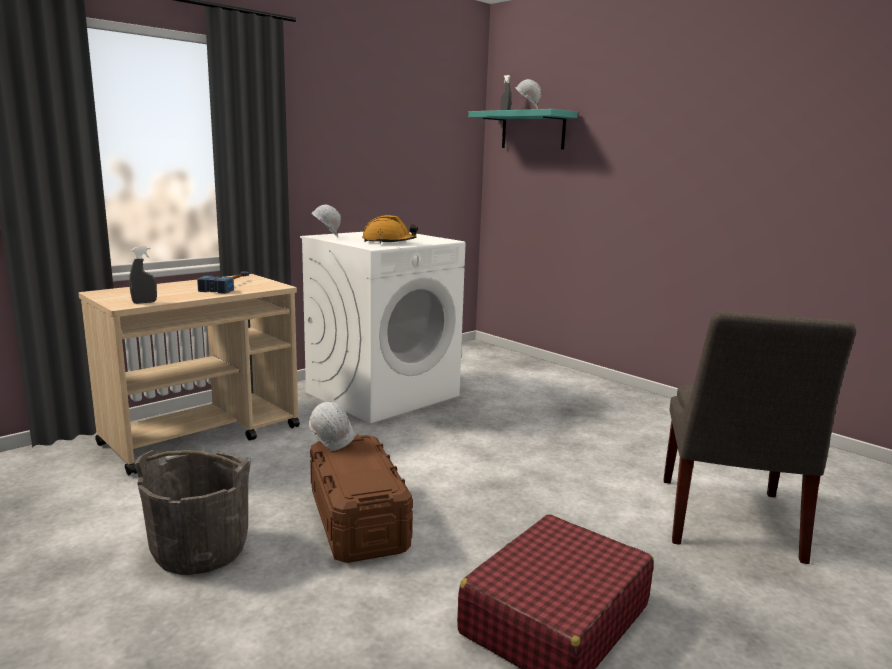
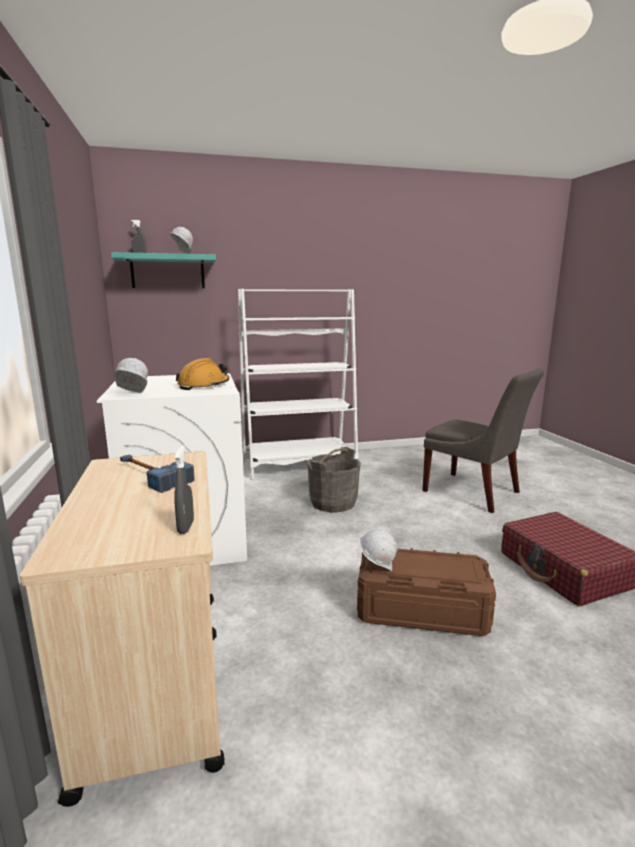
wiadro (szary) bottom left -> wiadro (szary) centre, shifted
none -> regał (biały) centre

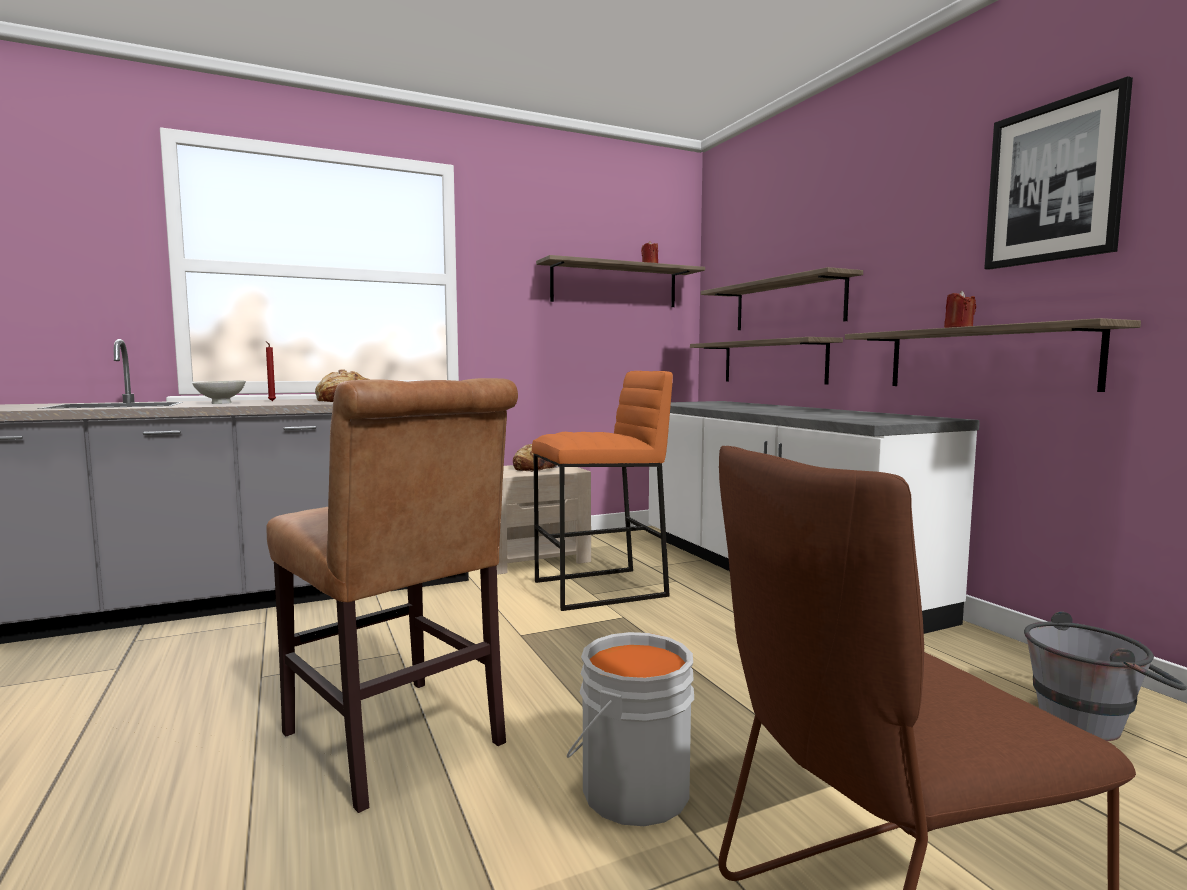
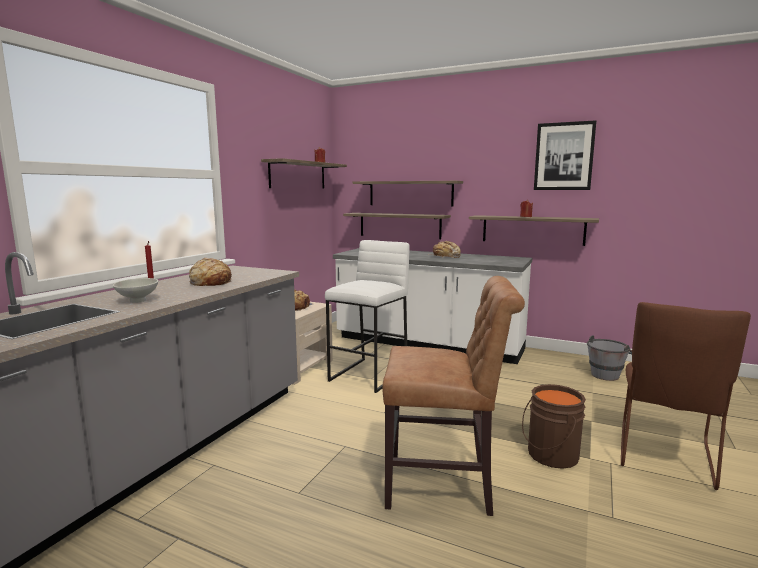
stołek (pomarańczowy) centre -> stołek (biały) centre
wiadro (szary) (no. 1 from left) bottom centre -> wiadro (brązowy) bottom right
none -> chleb (no. 3 from left) centre

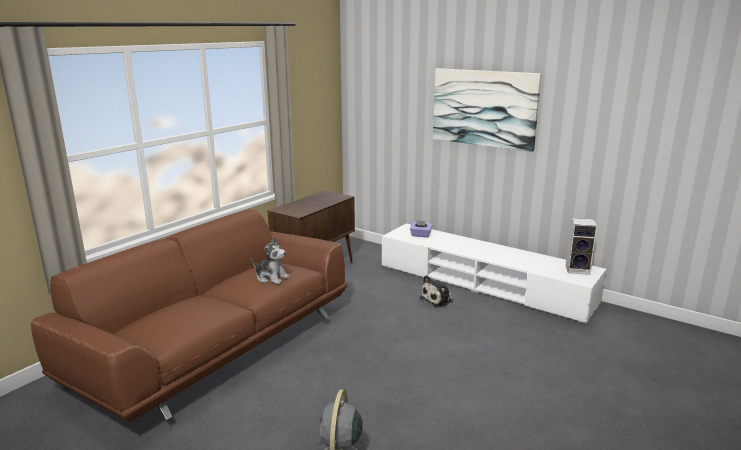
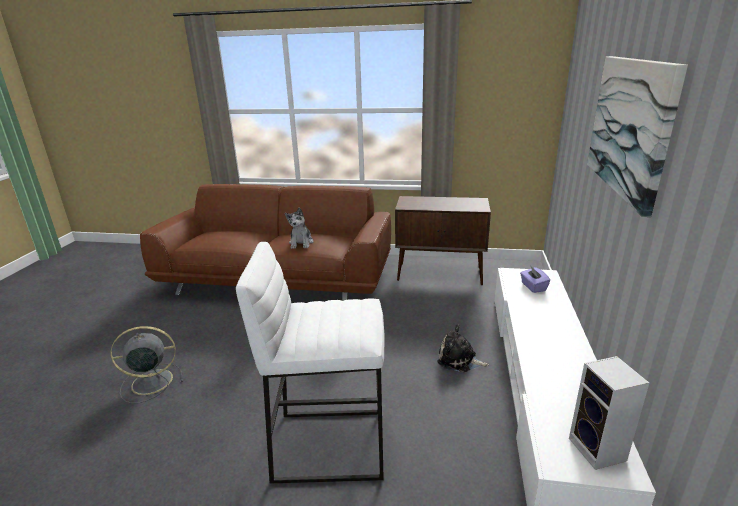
none -> stołek (biały) bottom centre

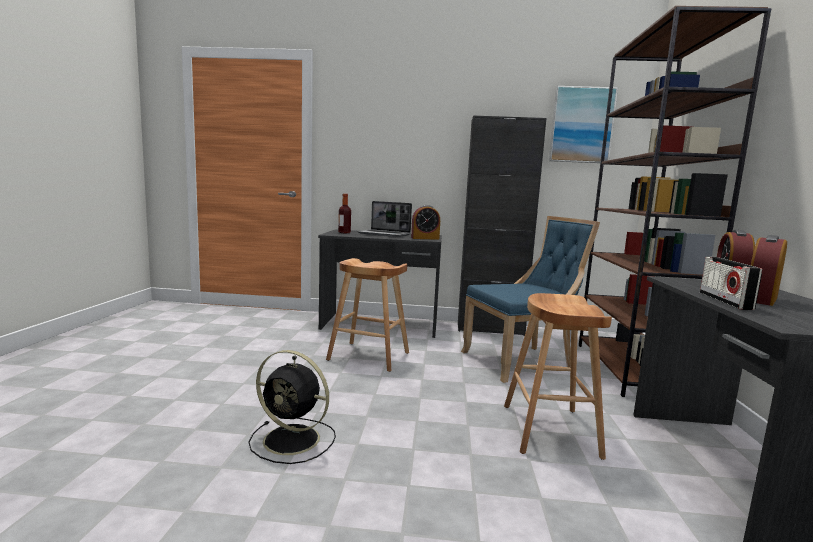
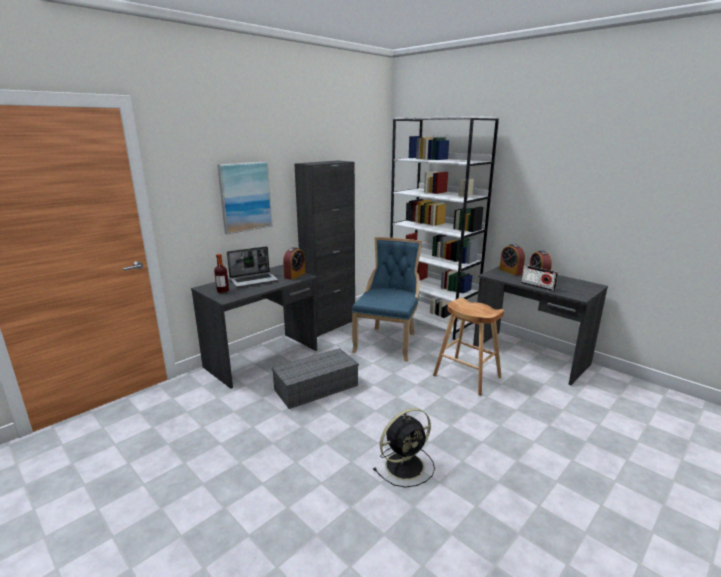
regał (brązowy) middle right -> regał (biały) centre
obraz top right -> obraz centre, shifted
stołek (brązowy) (no. 1 from left) centre -> pojemnik do przechowywania (szary) centre

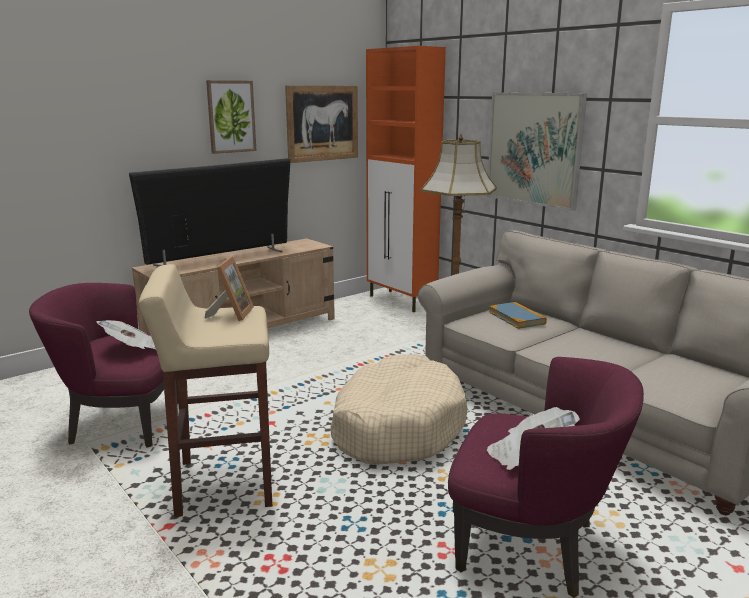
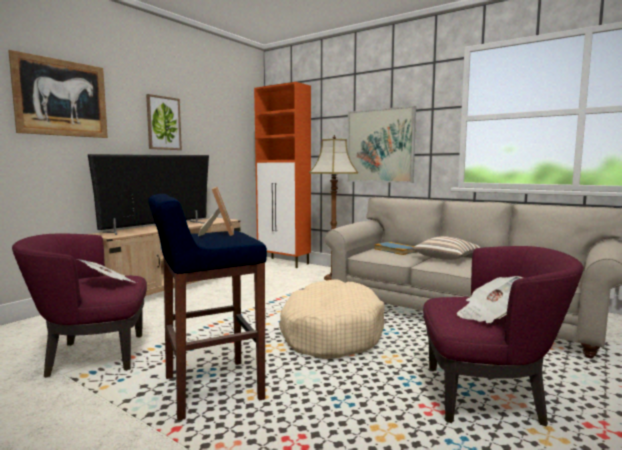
obraz (no. 2 from left in the first image) top centre -> obraz (no. 1 from left) top left, shifted
stołek (beżowy) middle left -> stołek (niebieski) bottom centre
none -> poduszka middle right

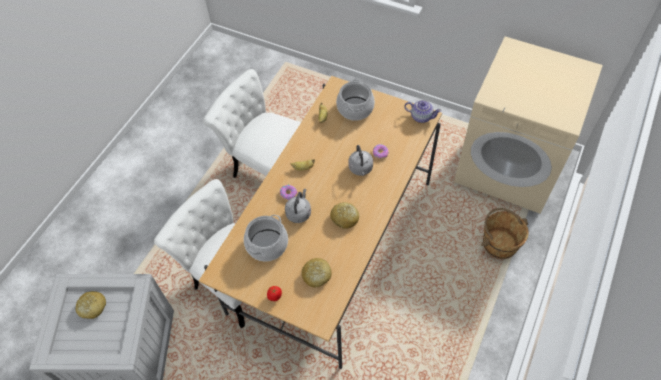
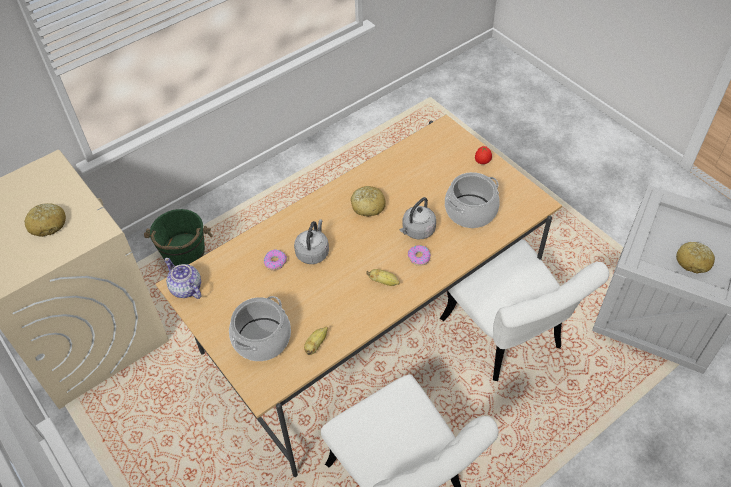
wiadro (brązowy) middle right -> wiadro (zielony) middle left
chleb (no. 2 from left in the first image) bottom centre -> chleb (no. 1 from left) middle left, shifted

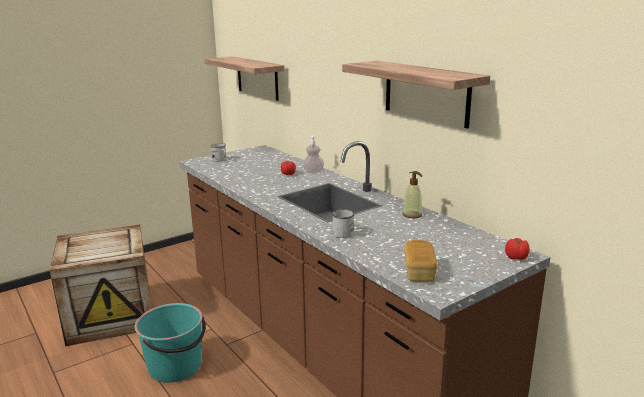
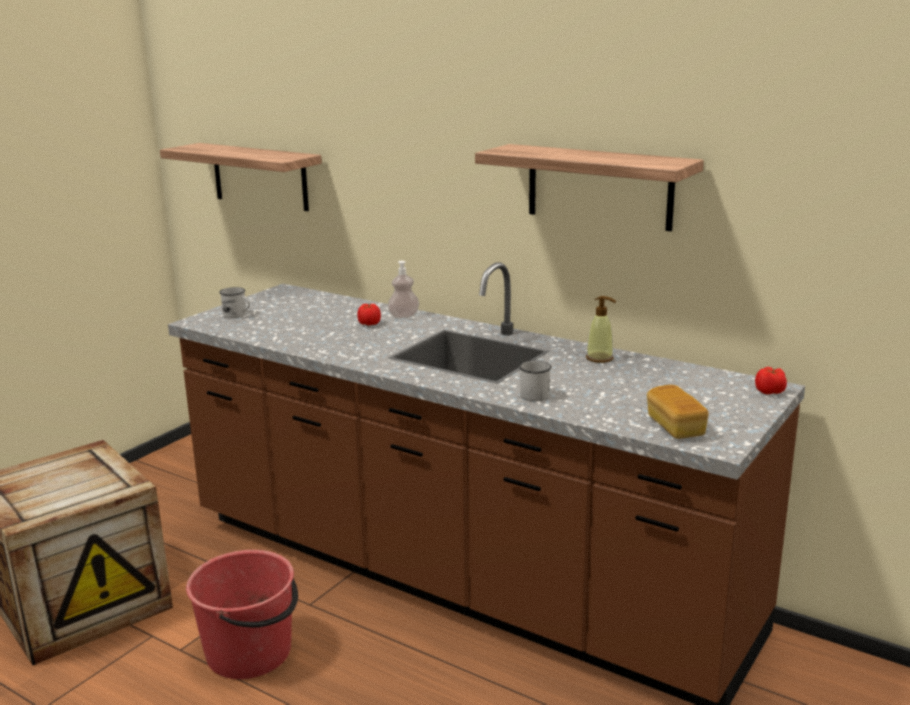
wiadro (turkusowy) bottom left -> wiadro (czerwony) bottom left

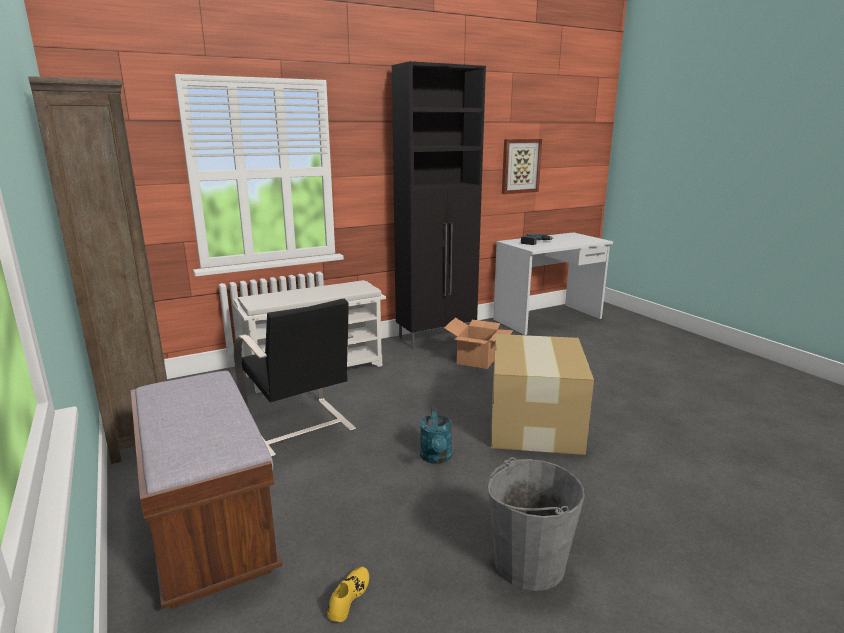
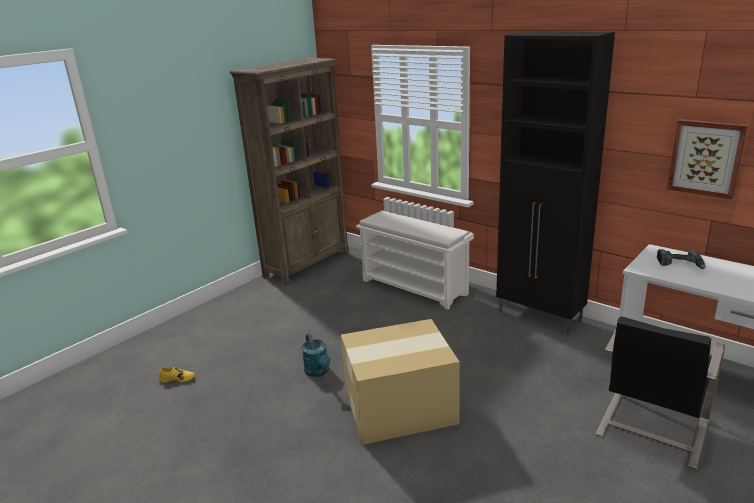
krzesło (czarny) centre -> krzesło (czarny) bottom right, shifted
karton (no. 1 from left) centre -> none
ławka (brązowy) bottom left -> none
konewka (turkusowy) bottom centre, 90 degrees counterclockwise
wiadro (szary) bottom centre -> none

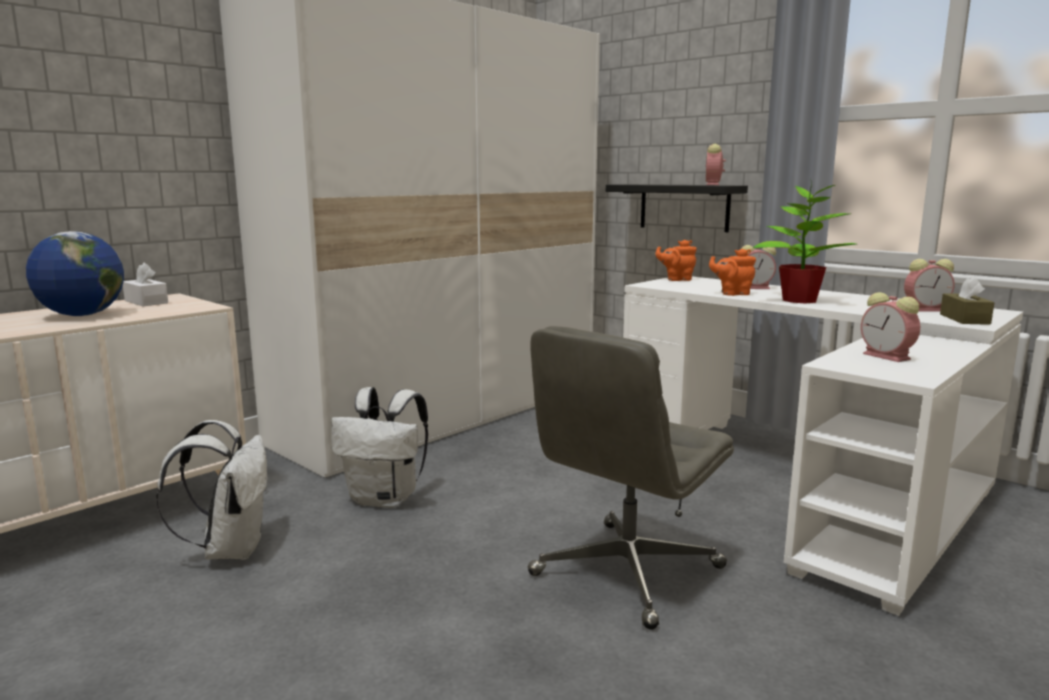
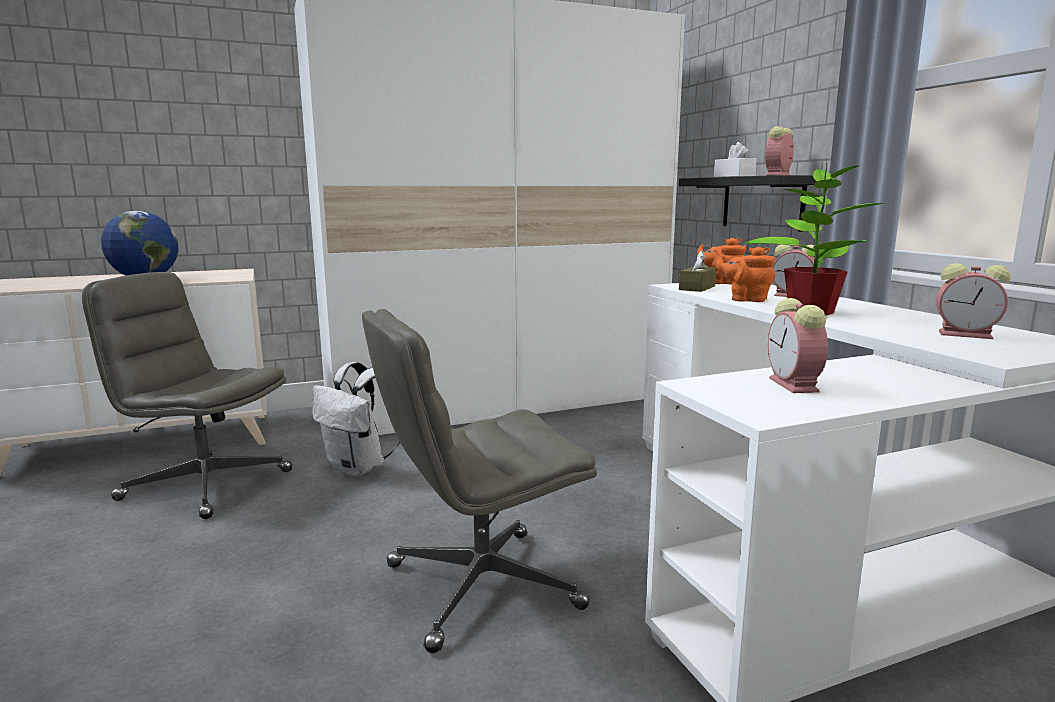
pudełko chusteczek (biały) middle left -> pudełko chusteczek (biały) top right, shifted
pudełko chusteczek (brązowy) middle right -> pudełko chusteczek (brązowy) centre, shifted
plecak (biały) (no. 1 from left) bottom left -> krzesło biurowe (szary) (no. 1 from left) middle left

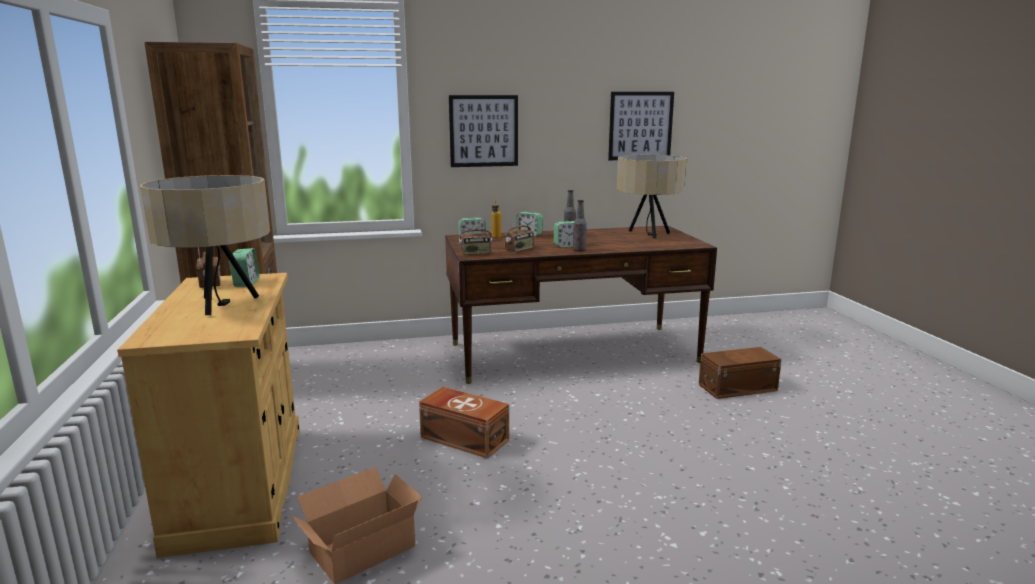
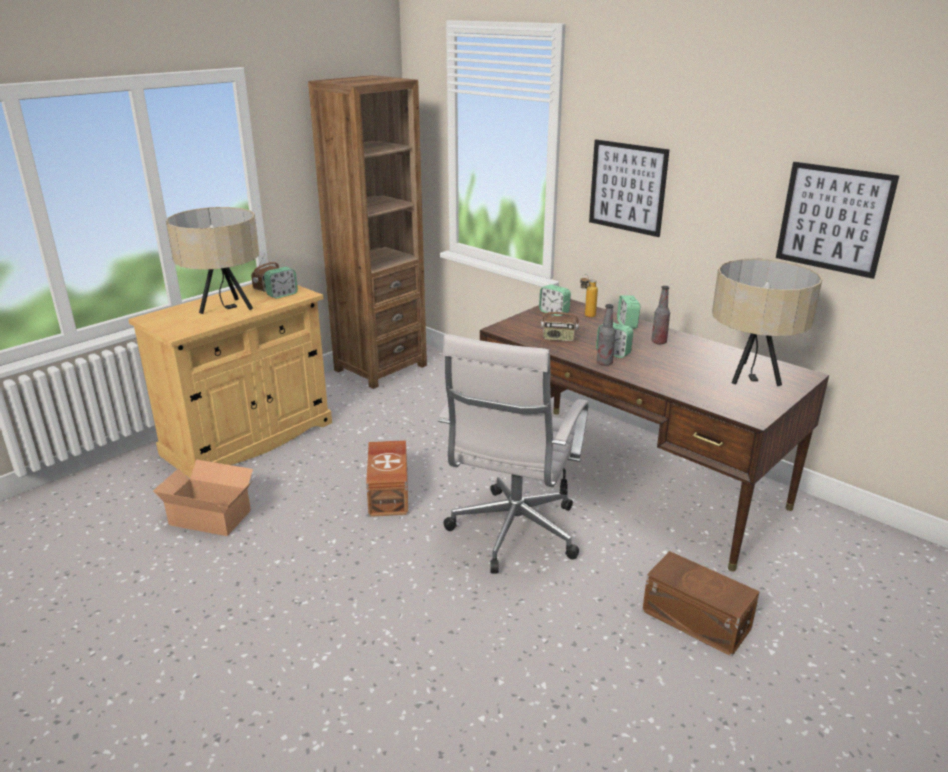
radio (no. 2 from left) centre -> none
none -> krzesło biurowe (biały) centre

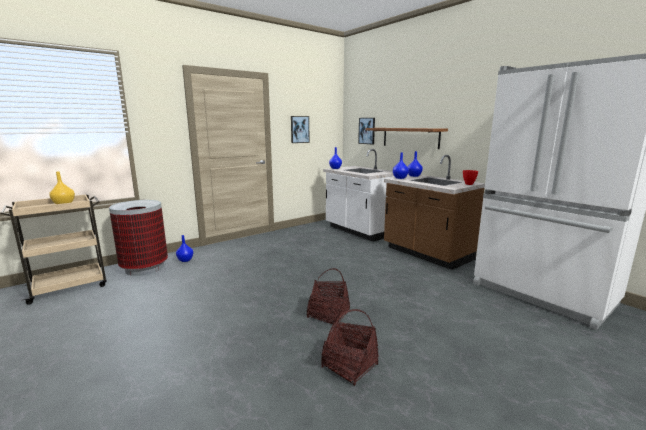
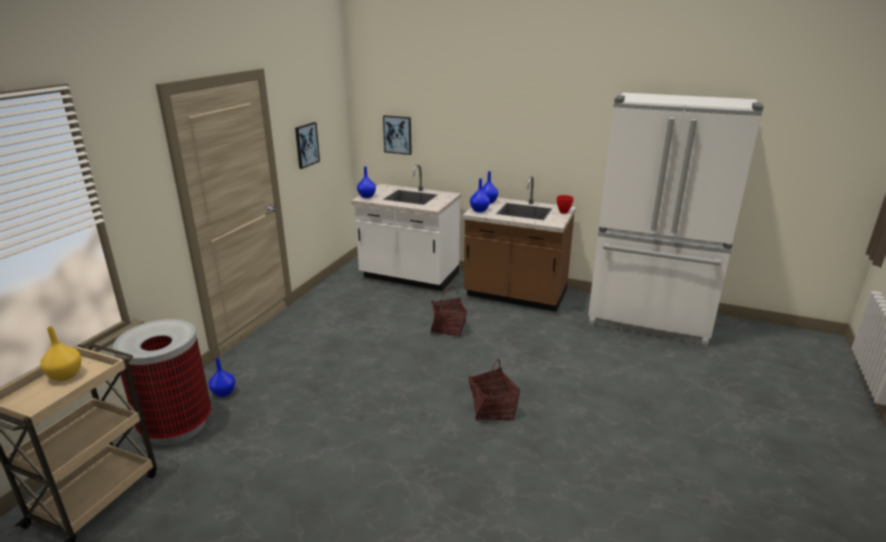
półka (brązowy) top centre -> none
koszyk (no. 2 from left in the first image) bottom centre -> koszyk (no. 1 from left) centre, shifted

